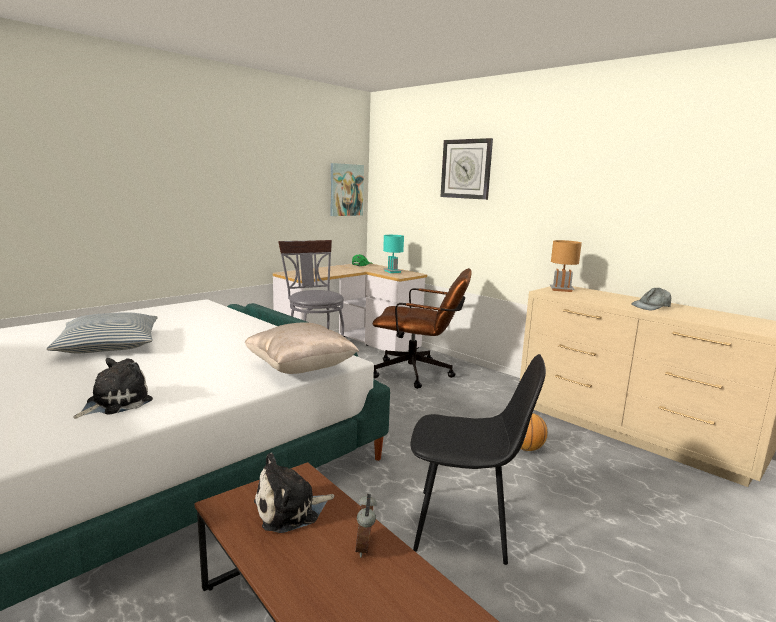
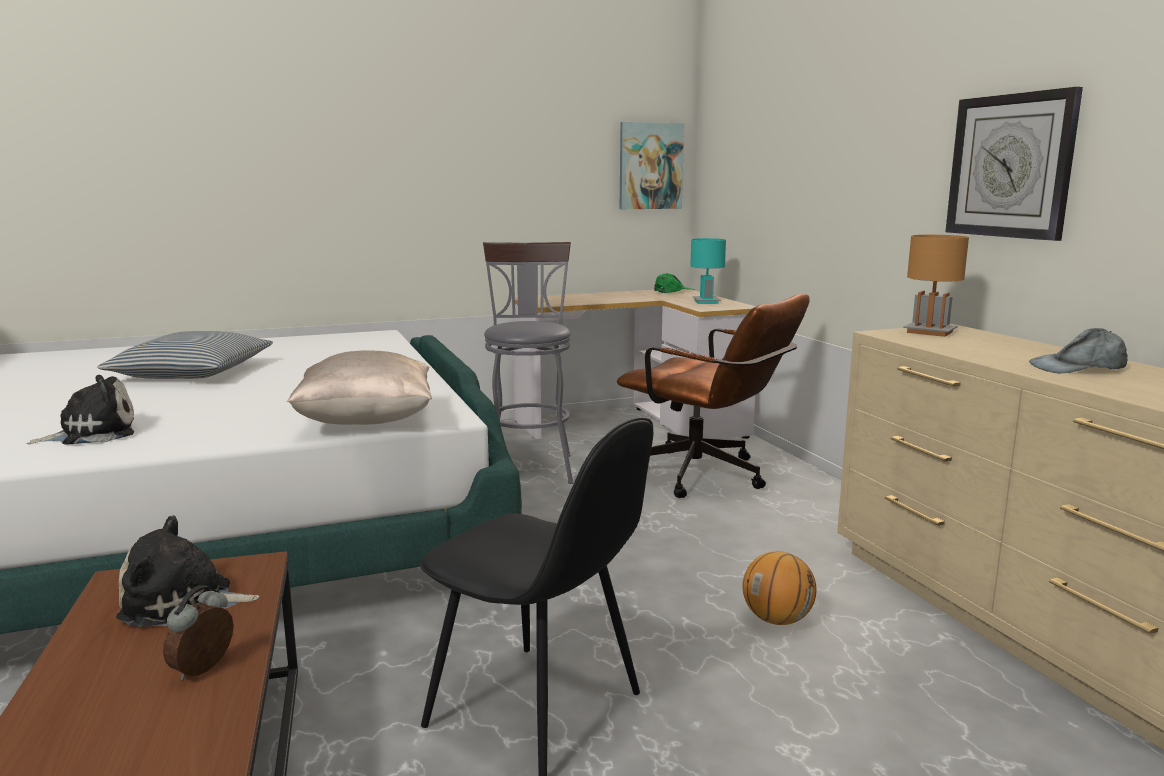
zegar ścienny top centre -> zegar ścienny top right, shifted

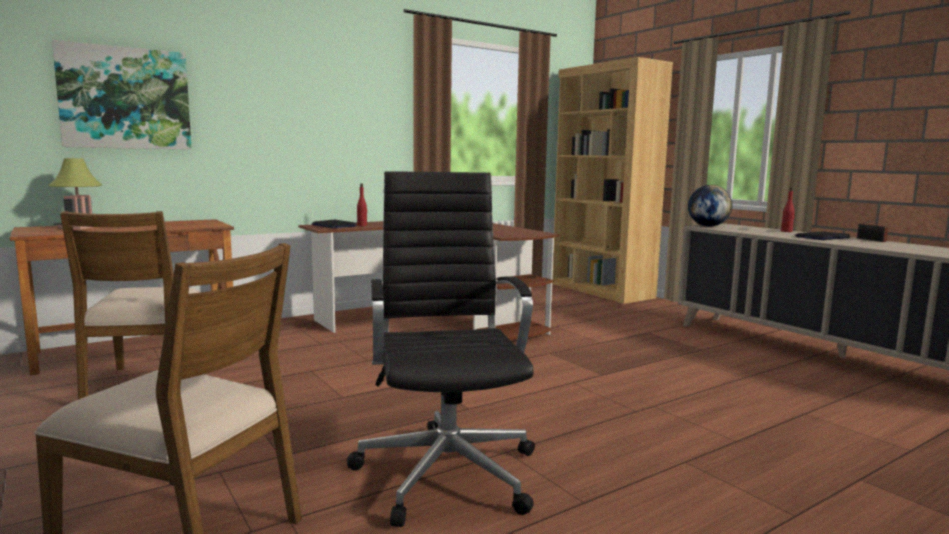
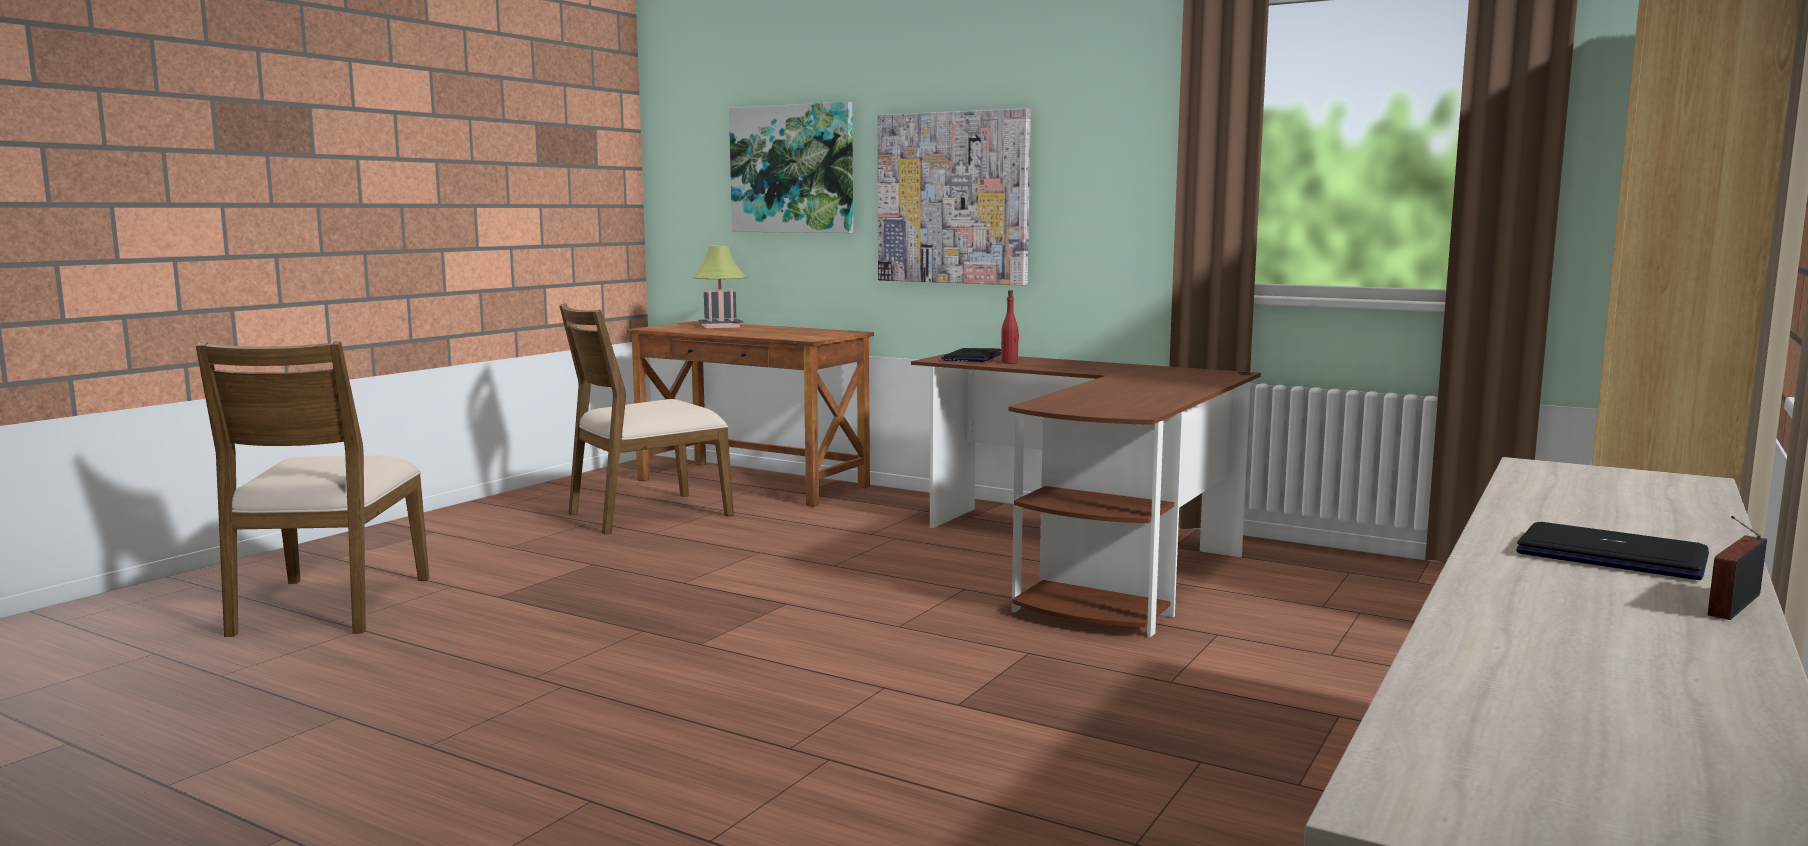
krzesło biurowe (czarny) centre -> none
globus middle right -> none
butelka (czerwony) (no. 2 from left) middle right -> none
none -> obraz (no. 2 from left) top centre

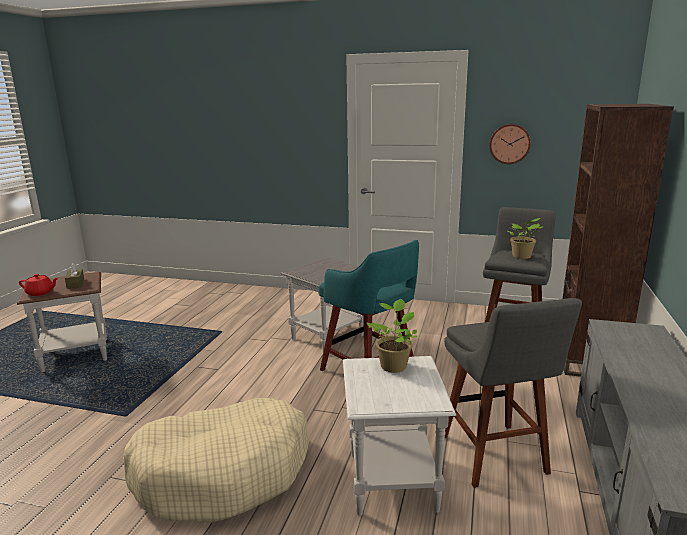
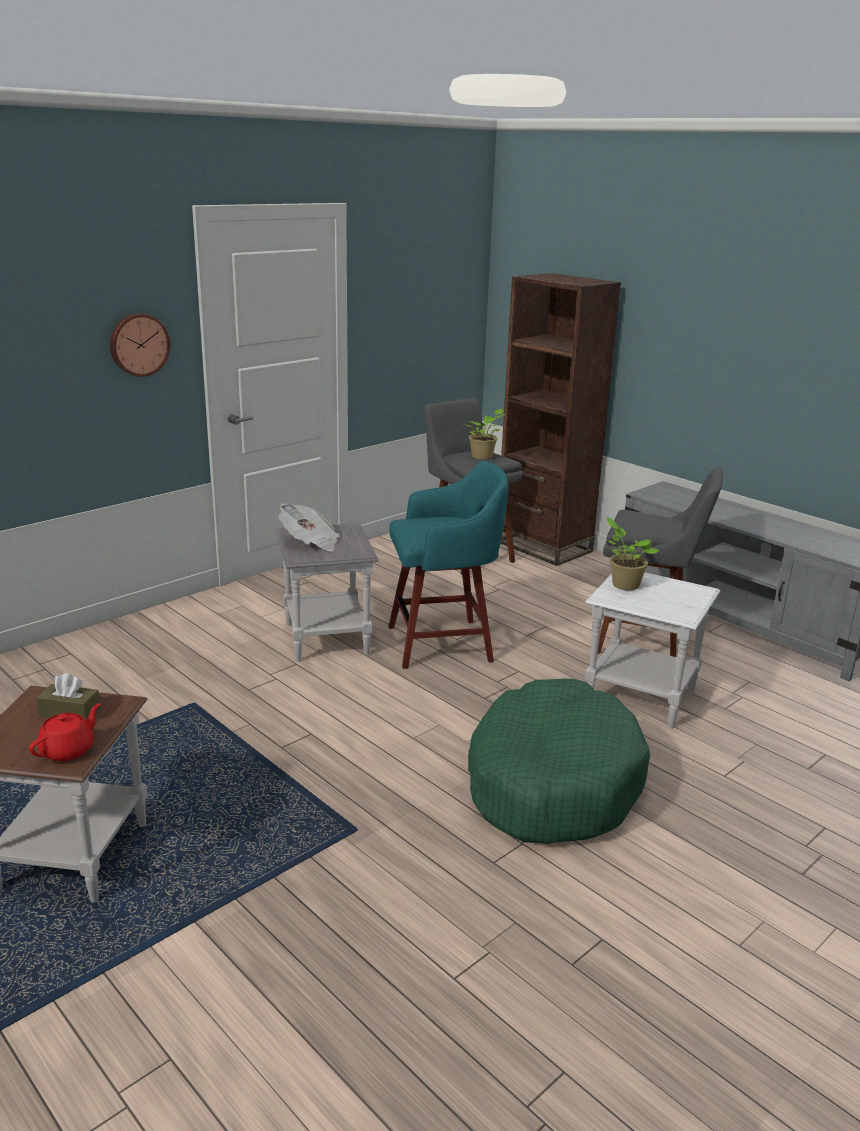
zegar ścienny top right -> zegar ścienny top left, shifted
legowisko (beżowy) bottom left -> legowisko (zielony) bottom centre
none -> gazeta centre

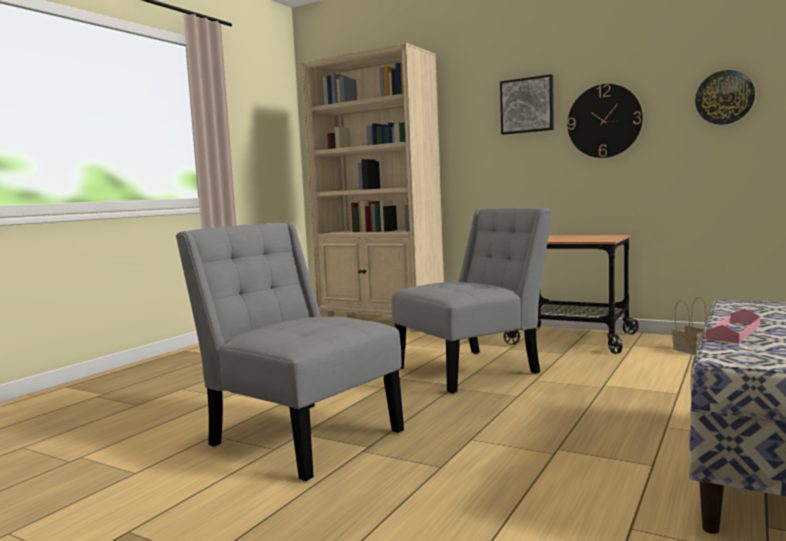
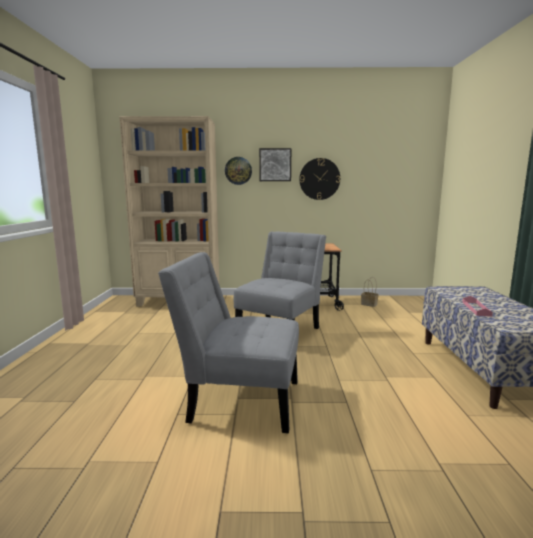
zegar ścienny (no. 2 from left in the first image) top right -> zegar ścienny (no. 1 from left) top centre, shifted

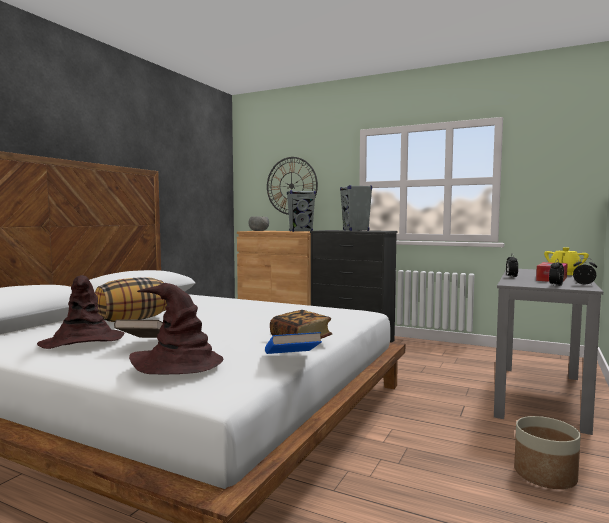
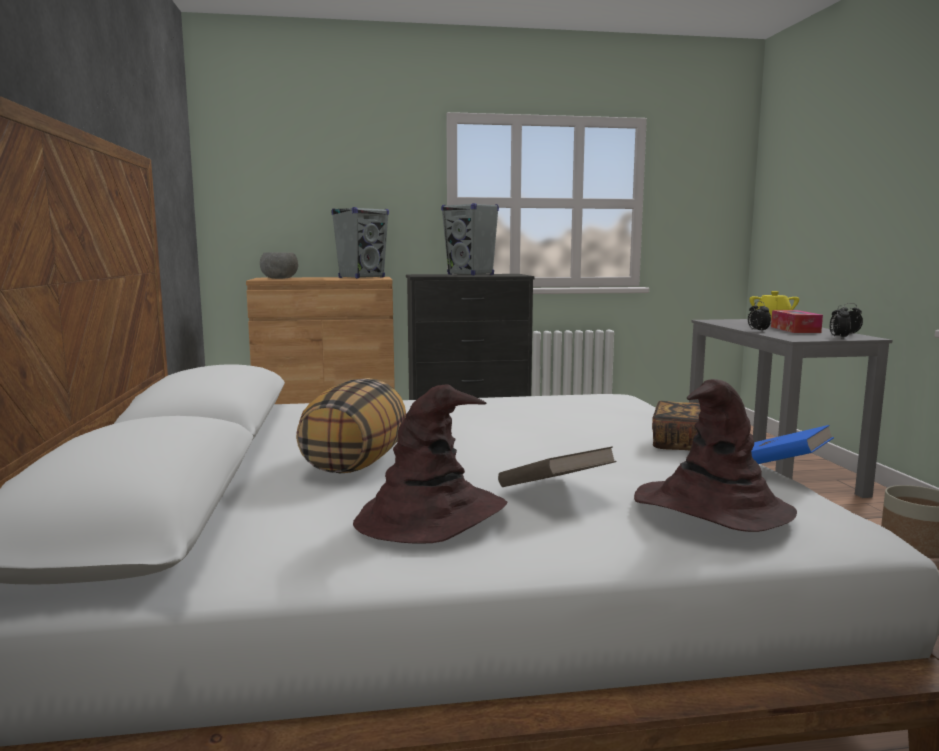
zegar ścienny centre -> none

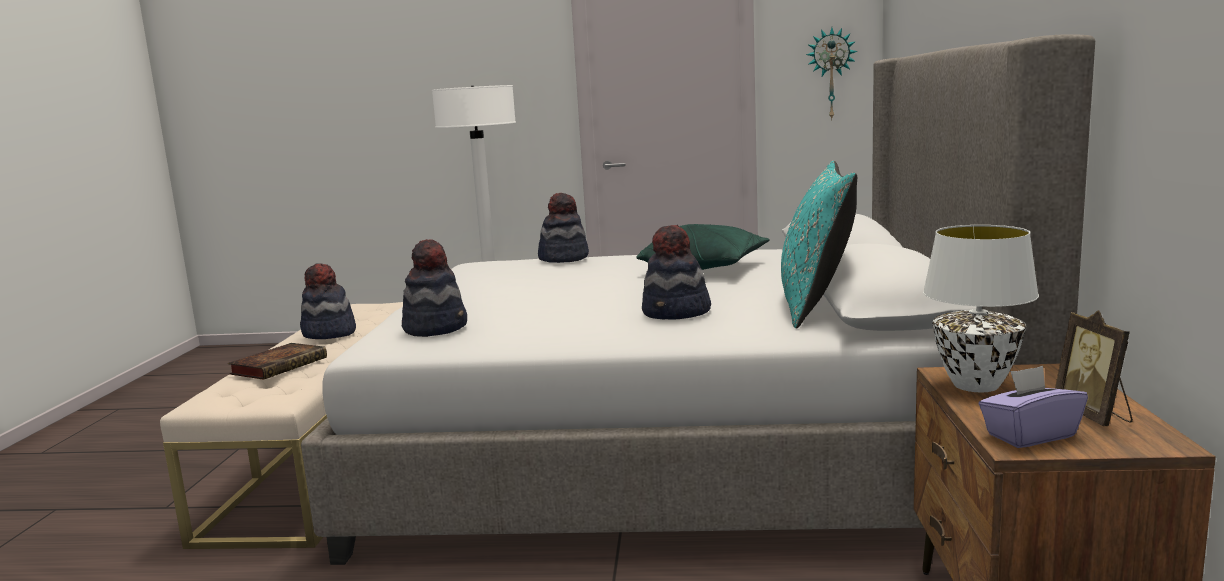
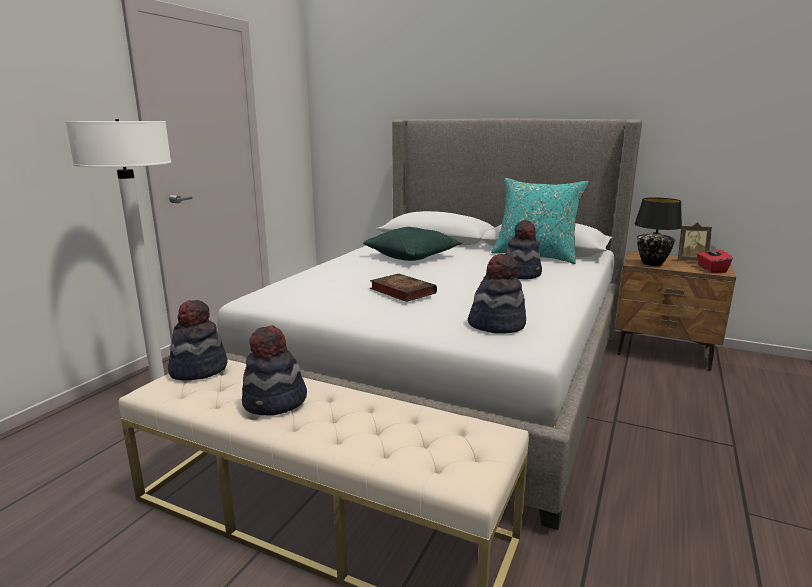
zegar ścienny top right -> none
kapelusz (no. 3 from left in the first image) centre -> kapelusz (no. 1 from left) middle left, shifted
lampa stołowa (biały) middle right -> lampa stołowa (czarny) middle right
książka middle left -> książka centre, shifted
pudełko chusteczek (fioletowy) bottom right -> pudełko chusteczek (czerwony) middle right

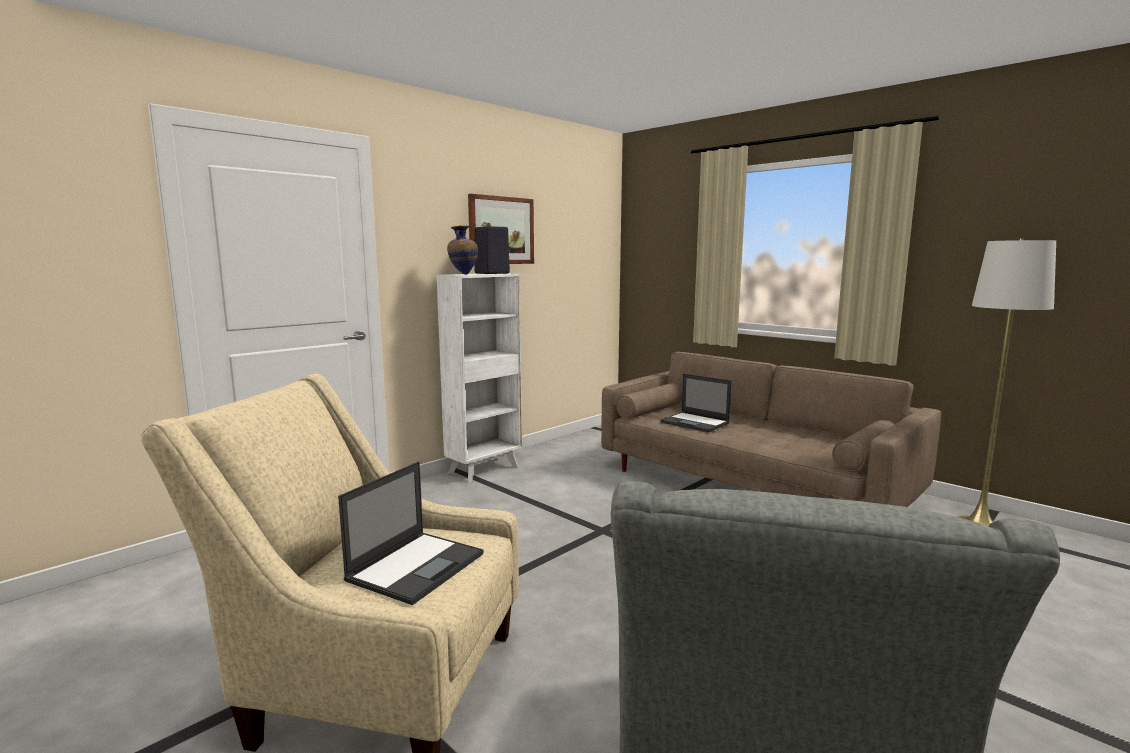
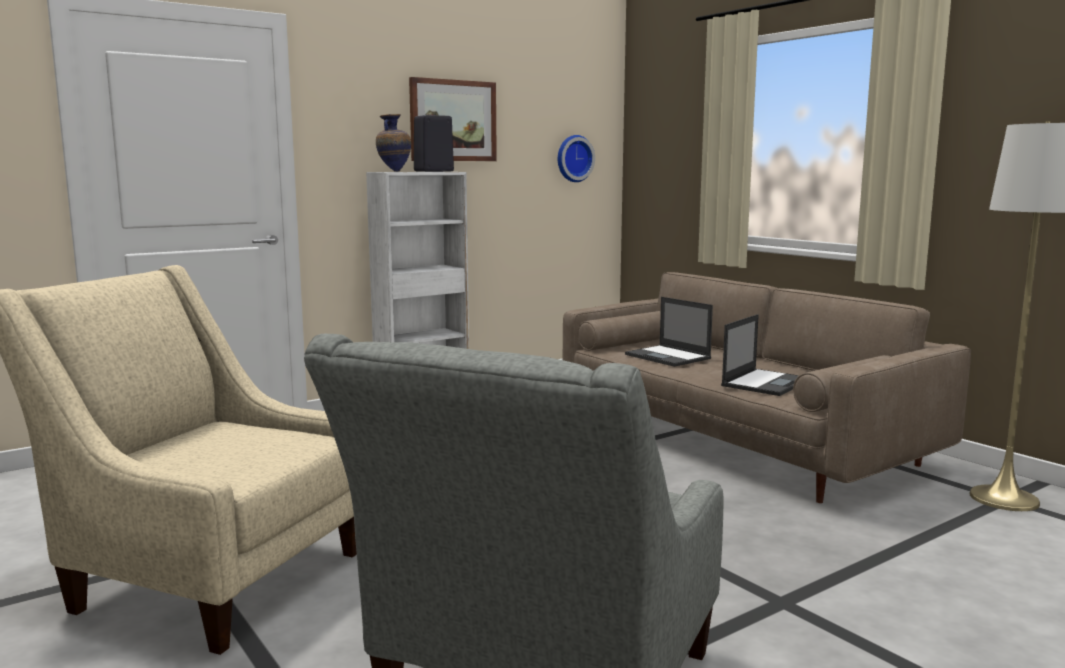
laptop (no. 1 from left in the first image) bottom centre -> laptop (no. 2 from left) middle right, shifted
none -> zegar ścienny top centre

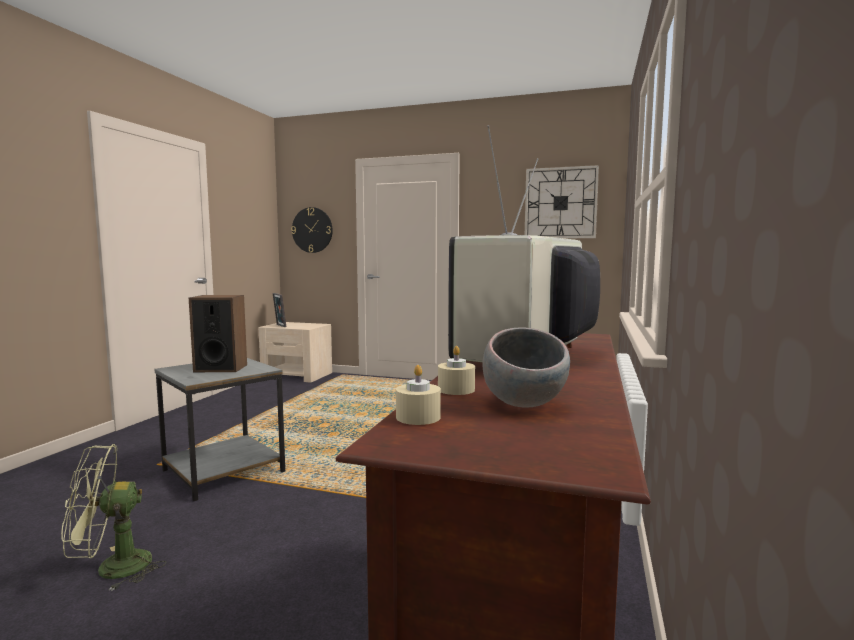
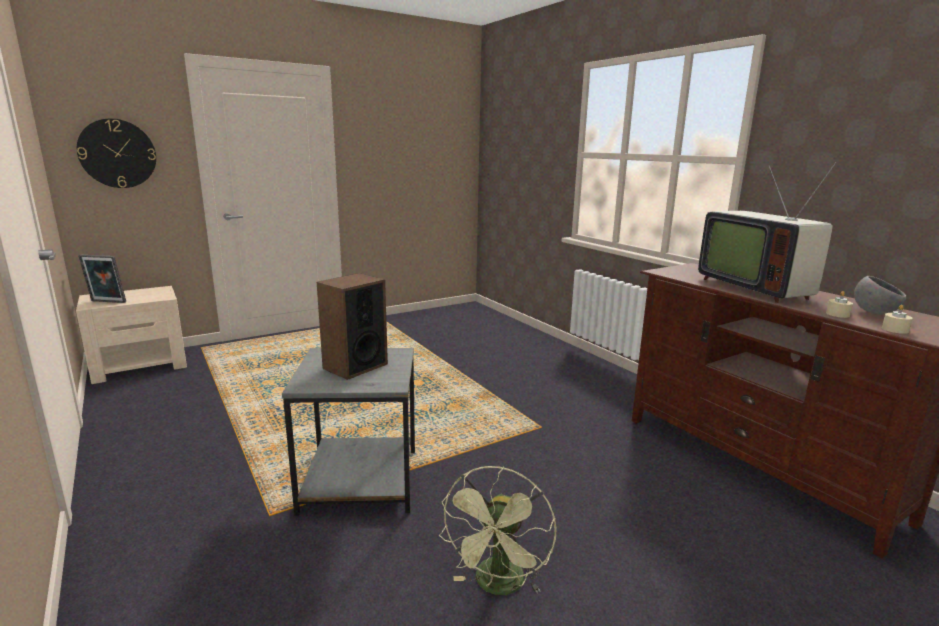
zegar ścienny (no. 2 from left) top centre -> none

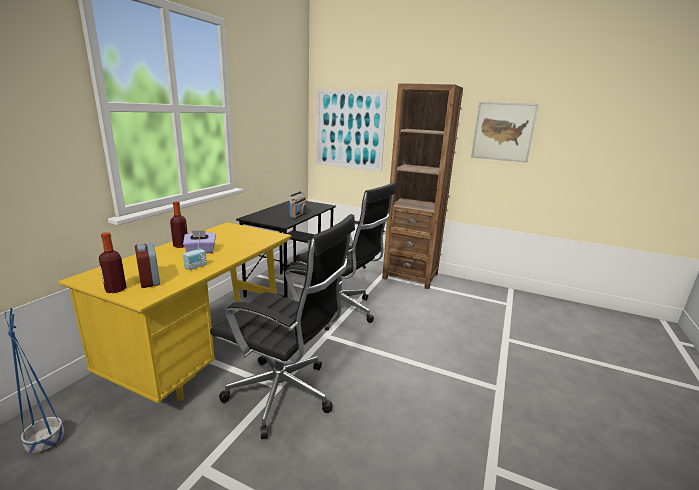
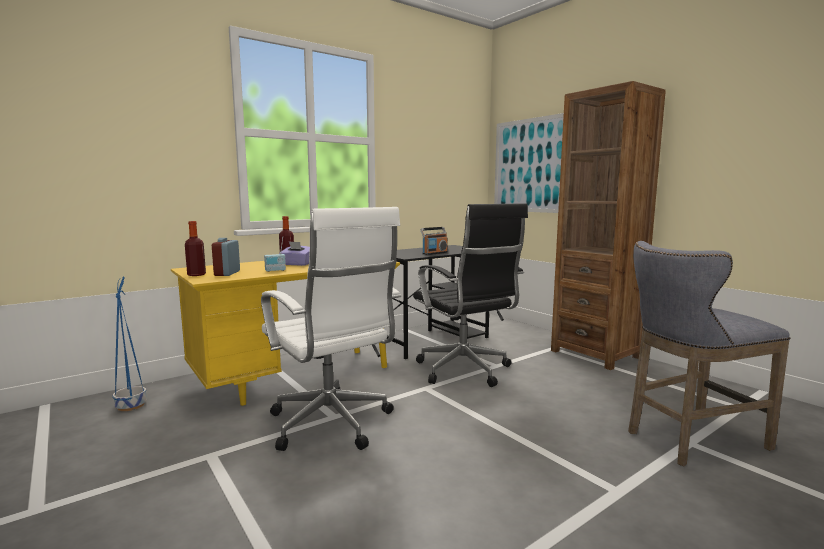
obraz (no. 2 from left) top right -> none
krzesło biurowe (czarny) (no. 1 from left) centre -> krzesło biurowe (biały) centre
none -> stołek (szary) middle right

